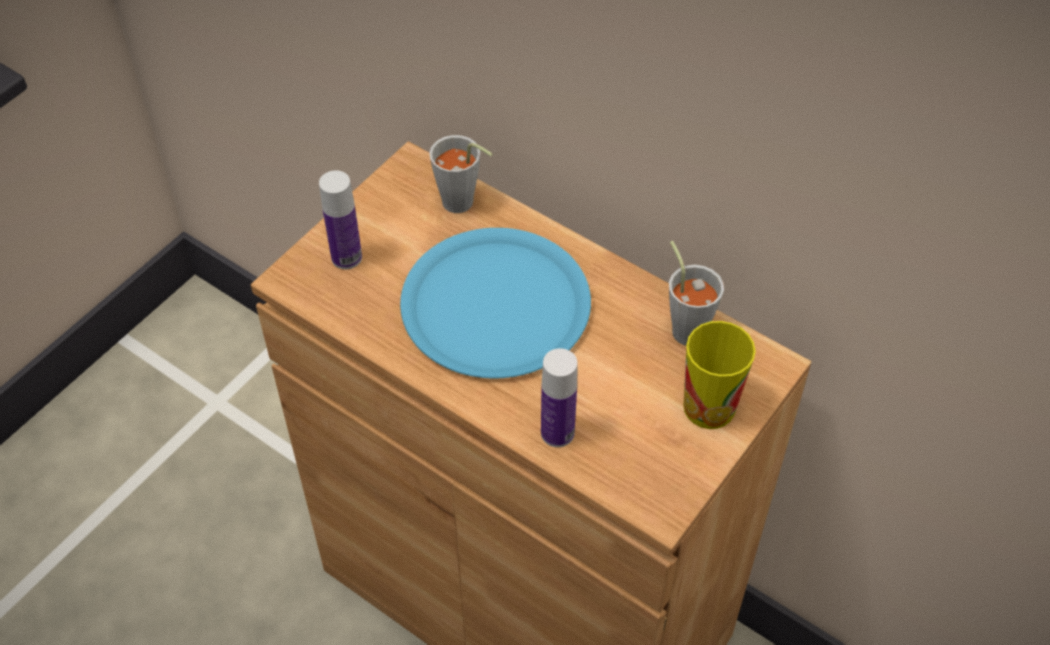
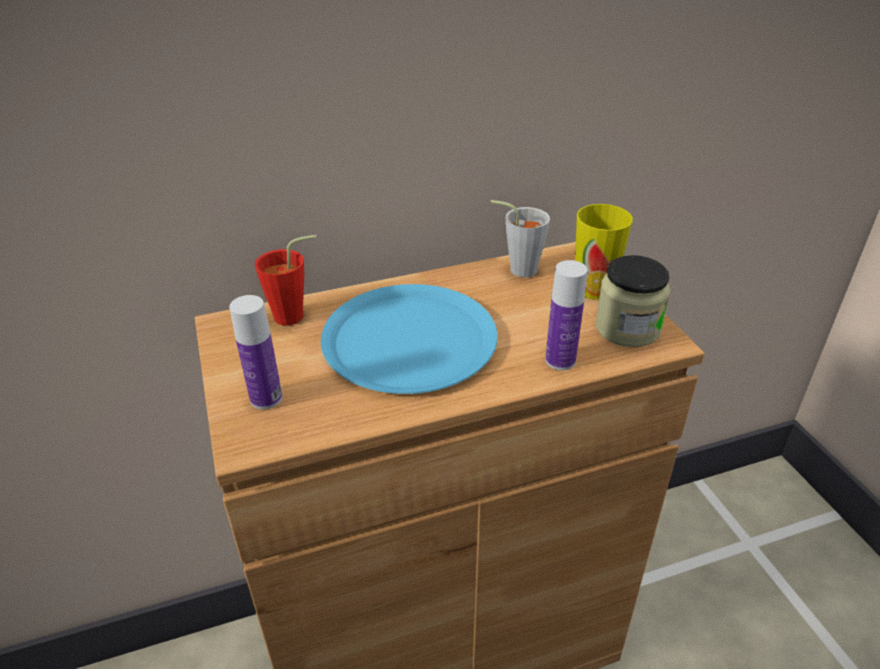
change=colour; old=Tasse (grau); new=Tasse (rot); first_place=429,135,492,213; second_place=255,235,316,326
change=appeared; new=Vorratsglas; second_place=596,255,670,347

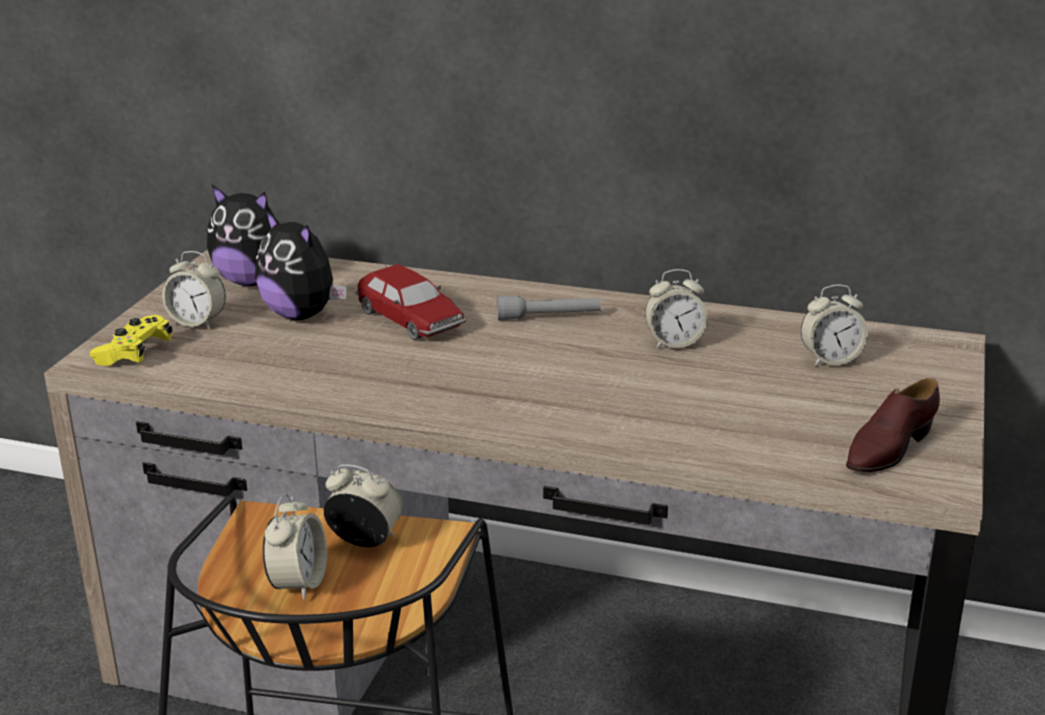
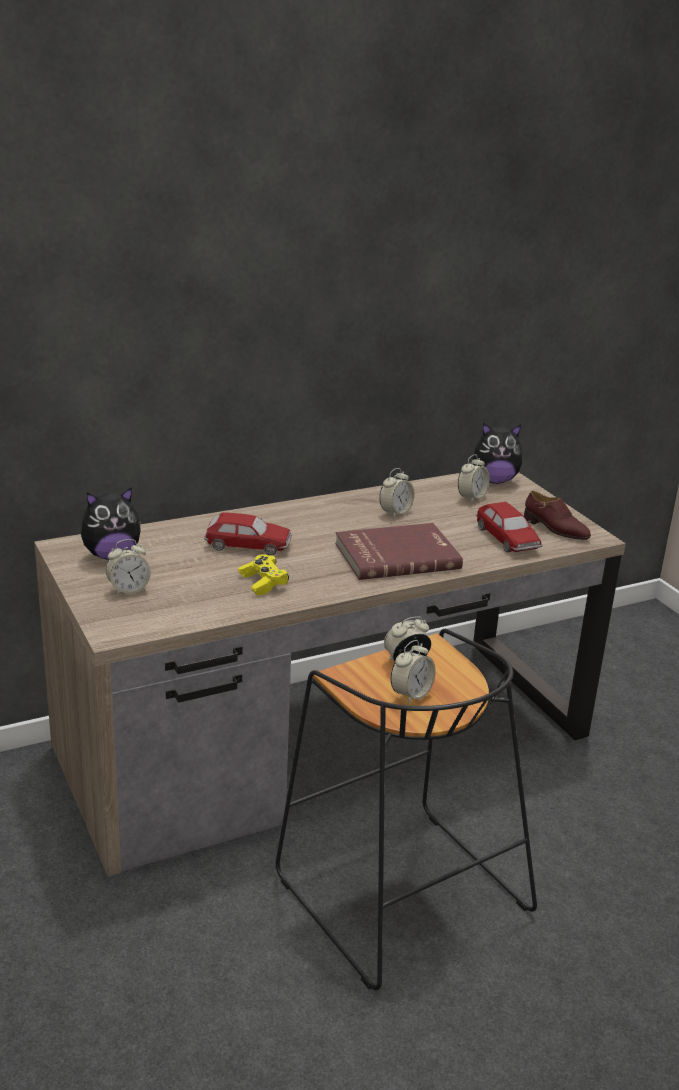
change=relocated; old=Plüschtier; first_place=255,210,347,320; second_place=473,423,524,484
change=missing; old=Taschenlampe (grau); first_place=497,296,601,320
change=relocated; old=Gamepad (gelb); first_place=90,315,172,366; second_place=238,554,289,596
change=spun; old=Schuh (braun); first_place=846,378,940,472; second_place=524,491,591,540; degrees=-45
change=spun; old=Wecker; first_place=263,494,327,600; second_place=391,640,435,704; degrees=75
change=appeared; new=Spielzeugauto; second_place=476,502,543,552
change=appeared; new=Buch (rot); second_place=335,523,463,580

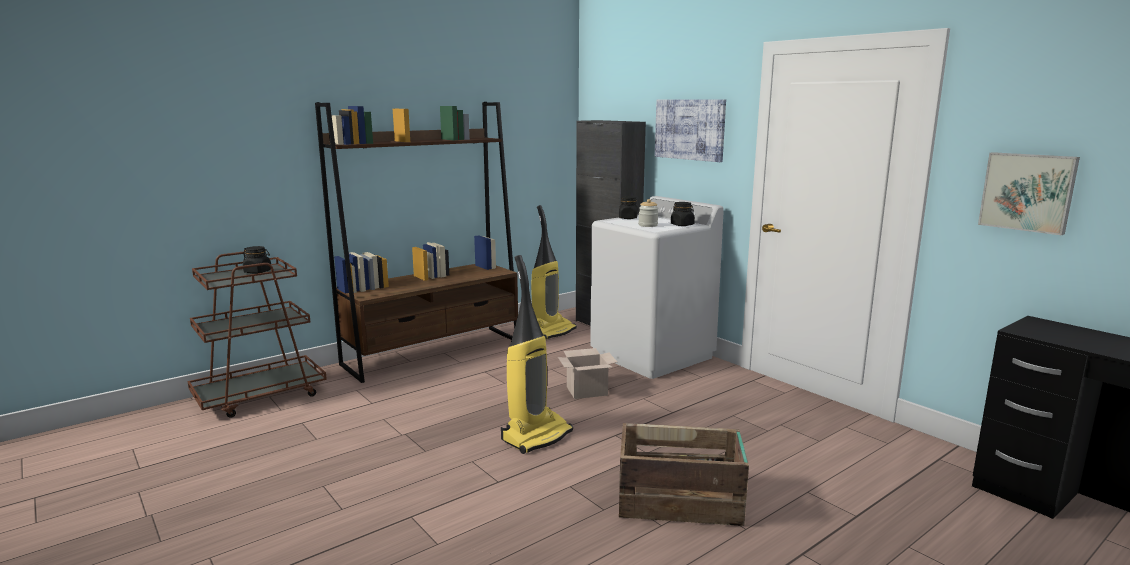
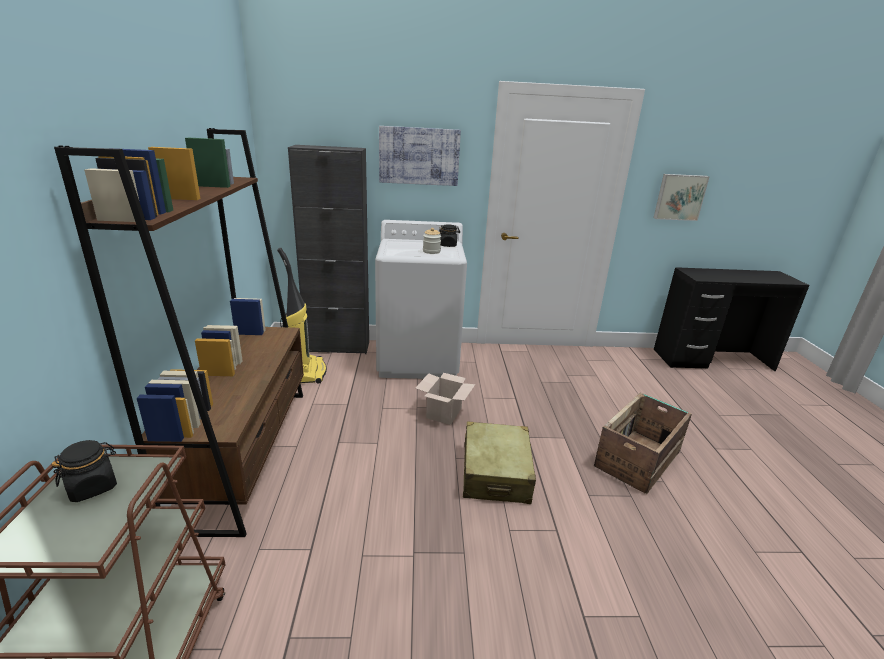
change=missing; old=Vorratsglas (schwarz); first_place=619,196,638,219
change=exchanged; old=Staubsauger; new=Koffer (beige); first_place=501,255,573,454; second_place=463,422,536,504

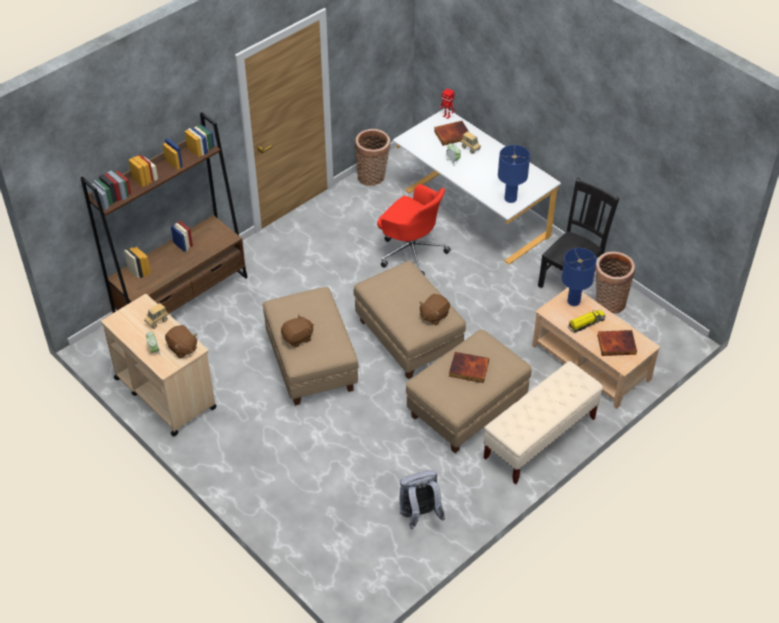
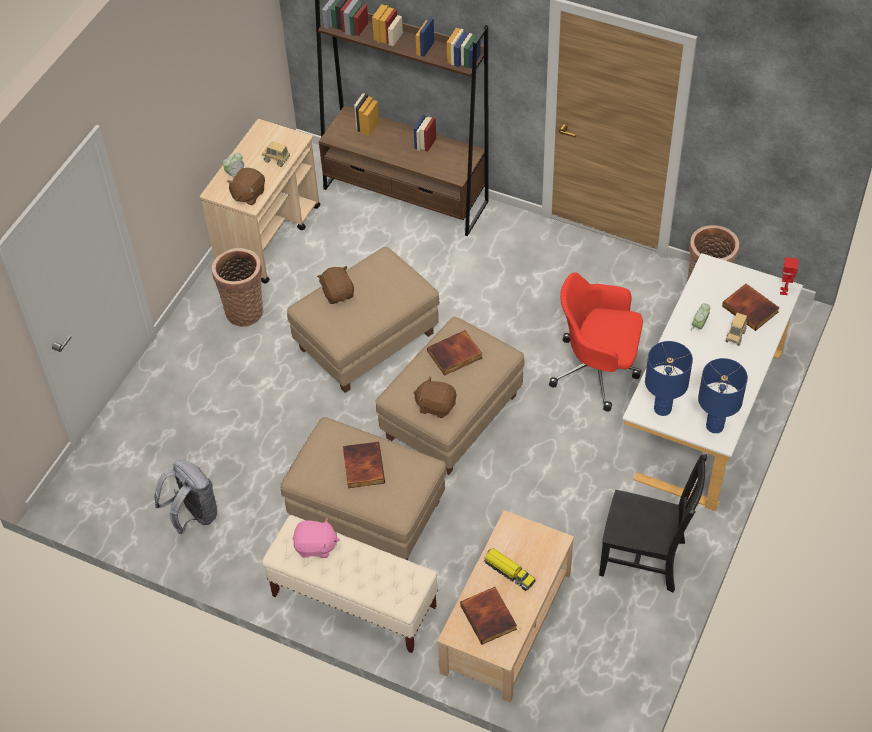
change=spun; old=Bürostuhl (rot); first_place=377,184,451,275; second_place=549,272,643,412; degrees=90
change=relocated; old=Tischlampe (blau); first_place=561,248,597,306; second_place=698,358,748,433
change=relocated; old=Korb; first_place=595,252,635,314; second_place=212,248,263,327
change=spun; old=Plüschtier (braun); first_place=281,314,314,347; second_place=317,266,354,304; degrees=-150
change=appeared; new=Buch; second_place=427,330,482,376
change=appeared; new=Plüschtier (rosa); second_place=293,518,340,558

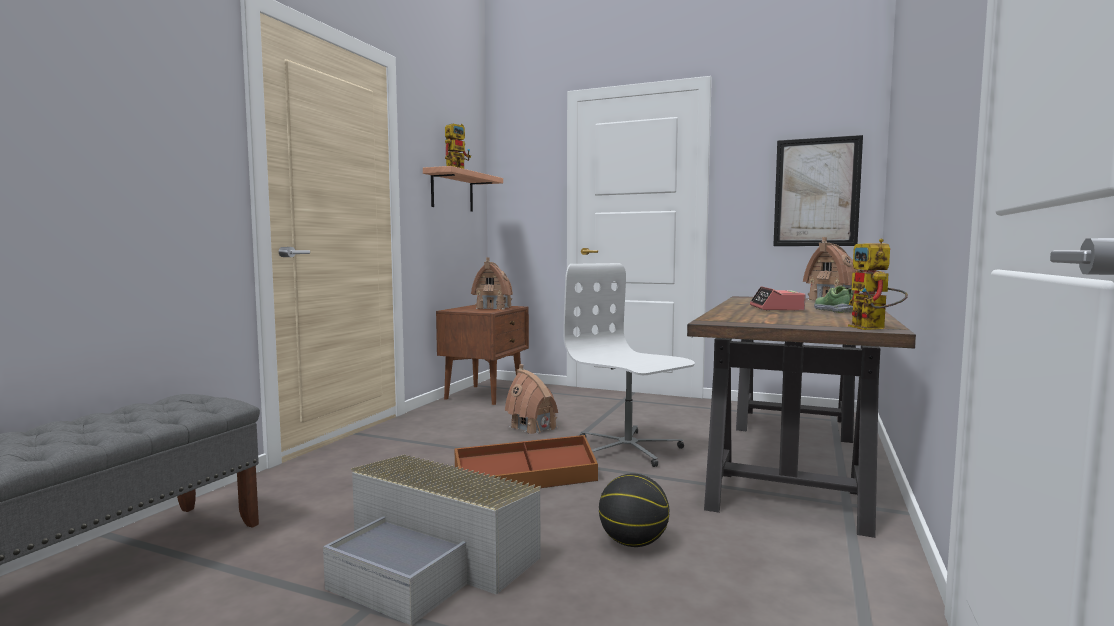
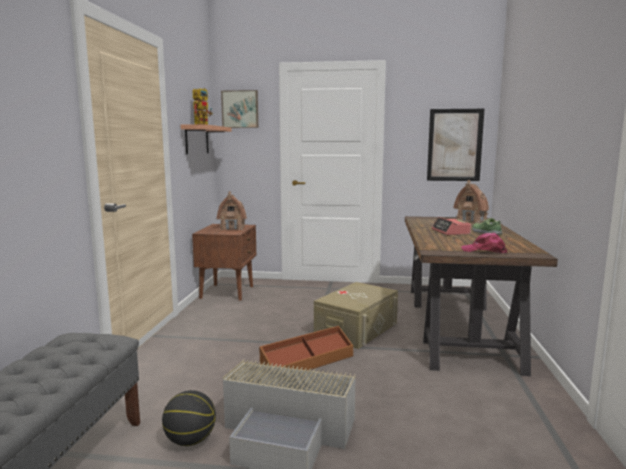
change=missing; old=Spielzeugroboter; first_place=848,238,908,330
change=exchanged; old=Bürostuhl (weiß); new=Aufbewahrungsbox (beige); first_place=563,263,695,467; second_place=314,282,398,349
change=missing; old=Spielzeughaus; first_place=505,364,558,435
change=relocated; old=Basketball; first_place=599,474,669,547; second_place=162,390,216,446
change=appeared; new=Bild; second_place=221,90,258,128
change=appeared; new=Kappe (rosa); second_place=461,233,507,253

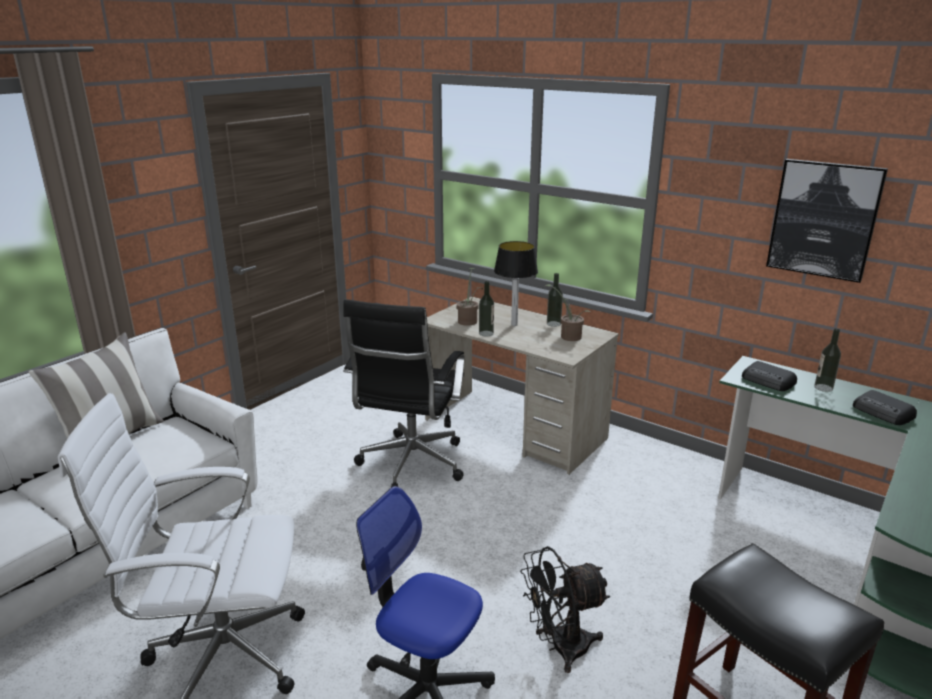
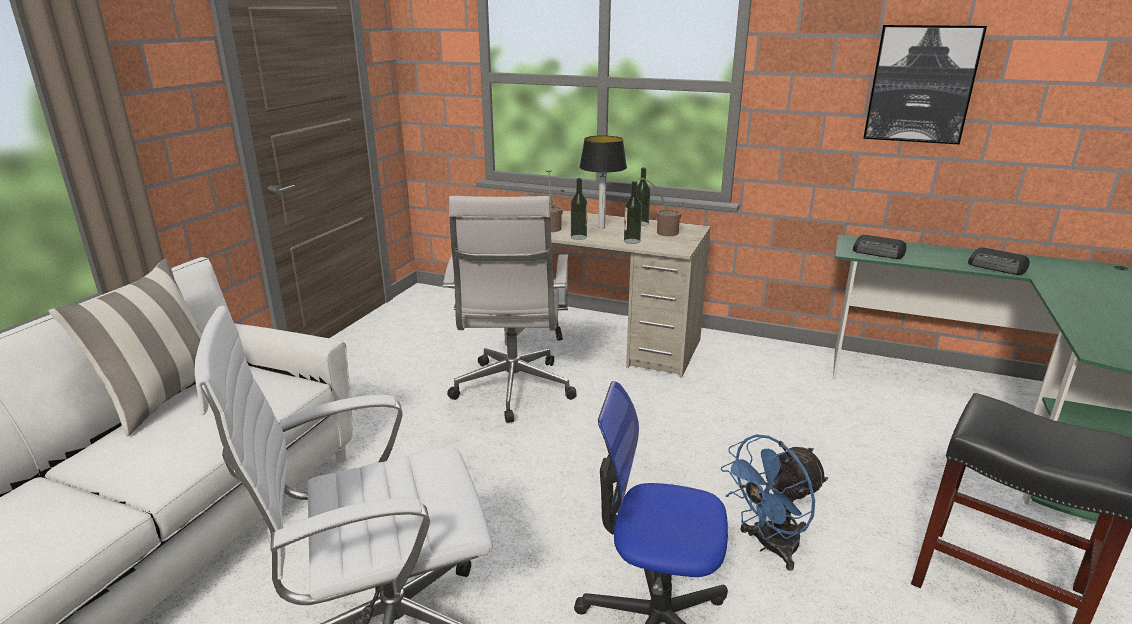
change=colour; old=Bürostuhl (schwarz); new=Bürostuhl (weiß); first_place=343,299,465,487; second_place=443,196,576,423
change=relocated; old=Flasche; first_place=814,329,841,392; second_place=624,181,642,244
change=colour; old=Ventilator (schwarz); new=Ventilator (blau); first_place=520,546,610,673; second_place=721,434,828,571

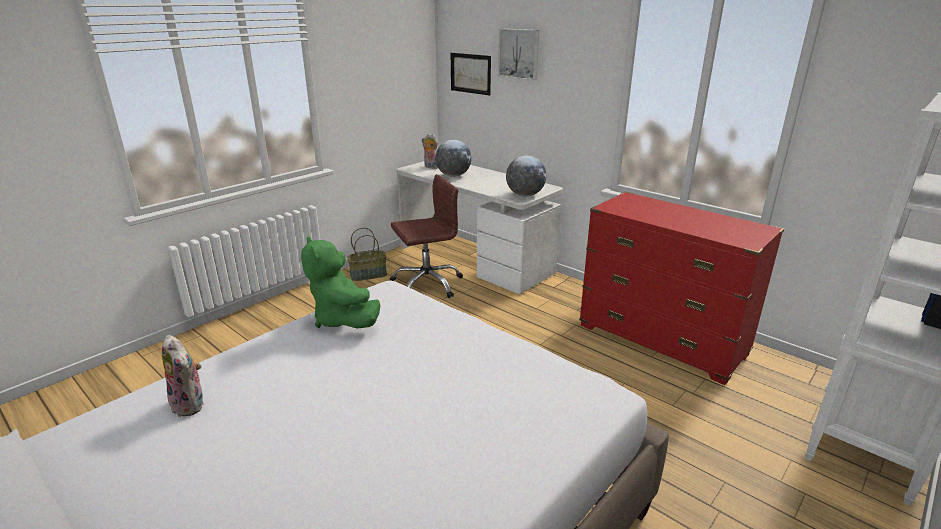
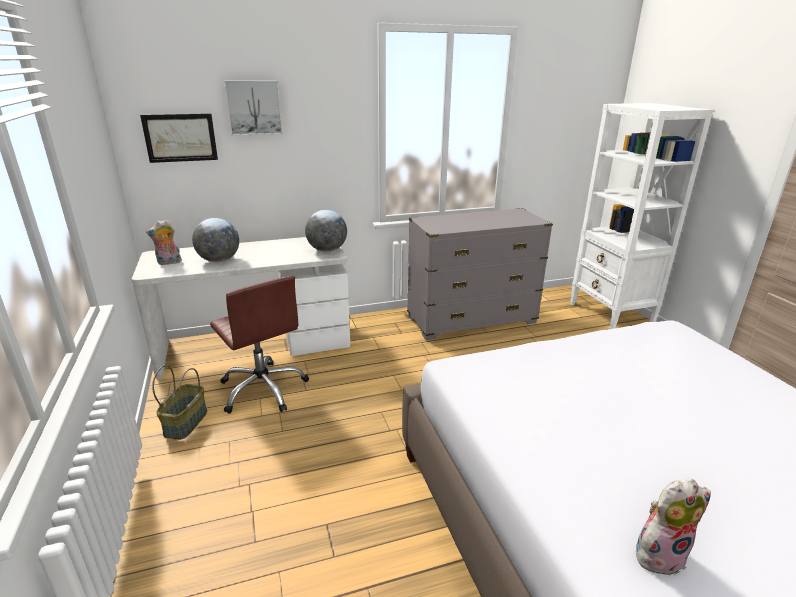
change=spun; old=Bürostuhl (braun); first_place=390,174,463,298; second_place=210,276,309,414; degrees=135
change=colour; old=Kommode (rot); new=Kommode (grau); first_place=579,192,784,385; second_place=407,208,553,340
change=missing; old=Plüschtier (grün); first_place=301,236,380,328

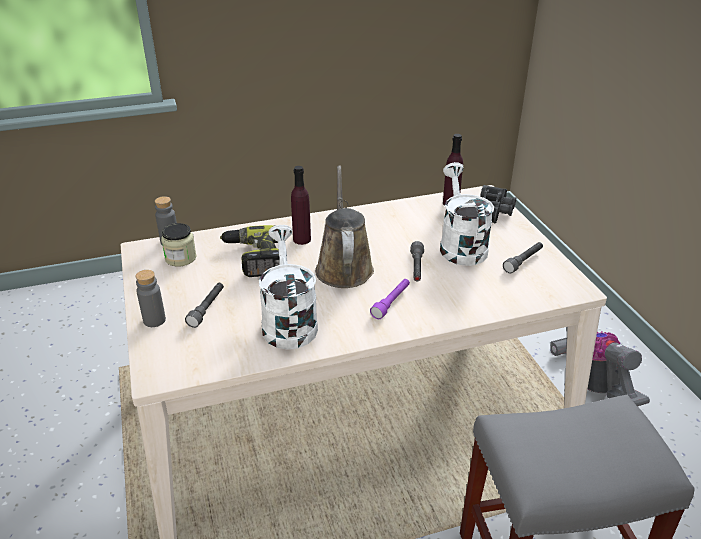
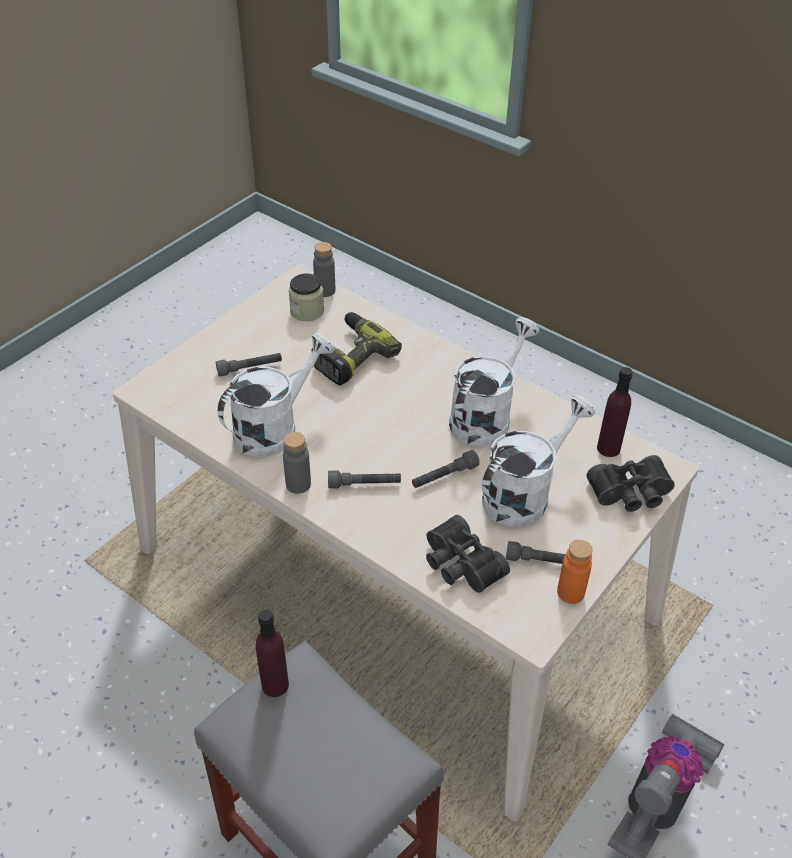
change=relocated; old=Flasche (lila); first_place=291,166,311,245; second_place=256,610,289,697
change=missing; old=Gießkanne (braun); first_place=315,166,374,288
change=relocated; old=Flasche (grau); first_place=135,270,166,327; second_place=283,432,311,494
change=colour; old=Taschenlampe (lila); new=Taschenlampe (grau); first_place=370,279,410,319; second_place=328,470,401,488
change=appeared; new=Gießkanne (weiß); second_place=449,317,539,446
change=appeared; new=Fernglas (schwarz); second_place=426,515,510,593
change=appeared; new=Flasche (orange); second_place=557,540,593,604

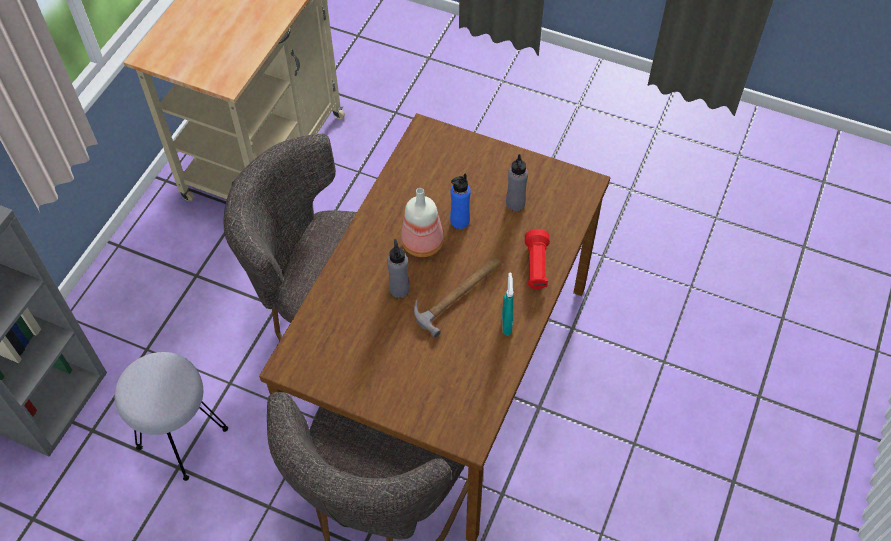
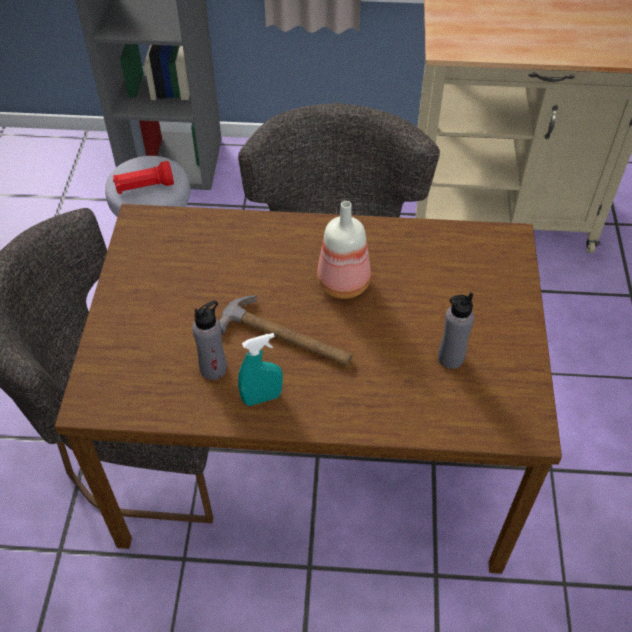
change=missing; old=Flasche (blau); first_place=450,173,471,229
change=relocated; old=Taschenlampe (rot); first_place=525,229,550,289; second_place=113,161,174,194
change=relocated; old=Flasche (grau); first_place=387,239,410,298; second_place=192,301,227,380

